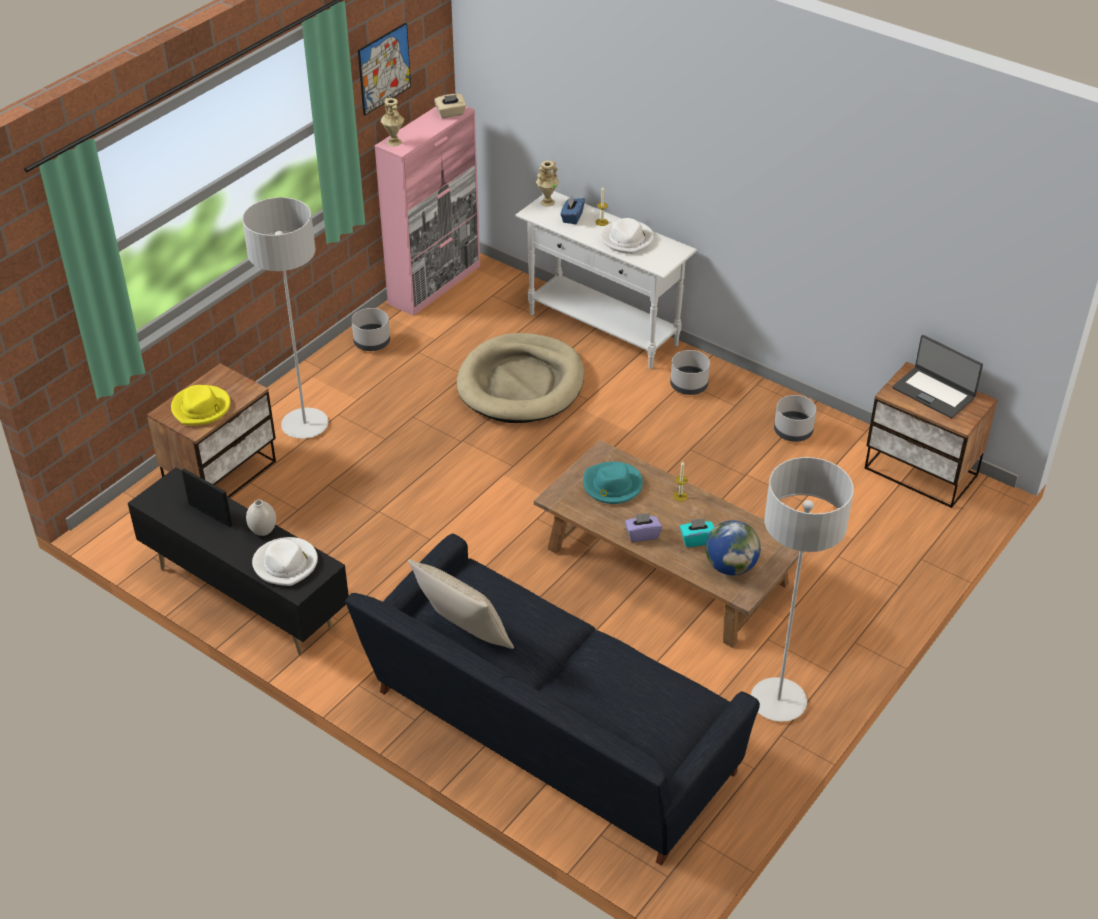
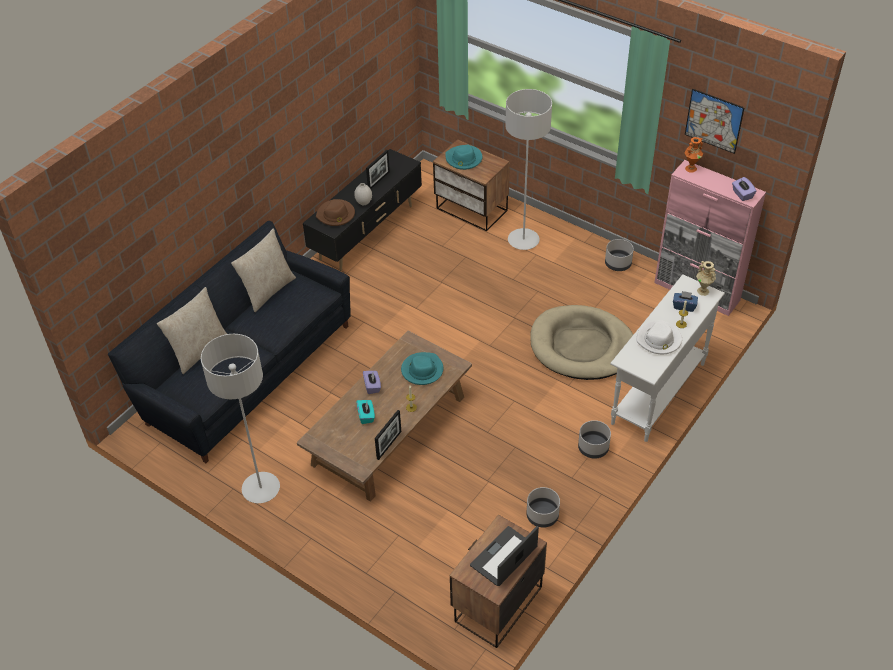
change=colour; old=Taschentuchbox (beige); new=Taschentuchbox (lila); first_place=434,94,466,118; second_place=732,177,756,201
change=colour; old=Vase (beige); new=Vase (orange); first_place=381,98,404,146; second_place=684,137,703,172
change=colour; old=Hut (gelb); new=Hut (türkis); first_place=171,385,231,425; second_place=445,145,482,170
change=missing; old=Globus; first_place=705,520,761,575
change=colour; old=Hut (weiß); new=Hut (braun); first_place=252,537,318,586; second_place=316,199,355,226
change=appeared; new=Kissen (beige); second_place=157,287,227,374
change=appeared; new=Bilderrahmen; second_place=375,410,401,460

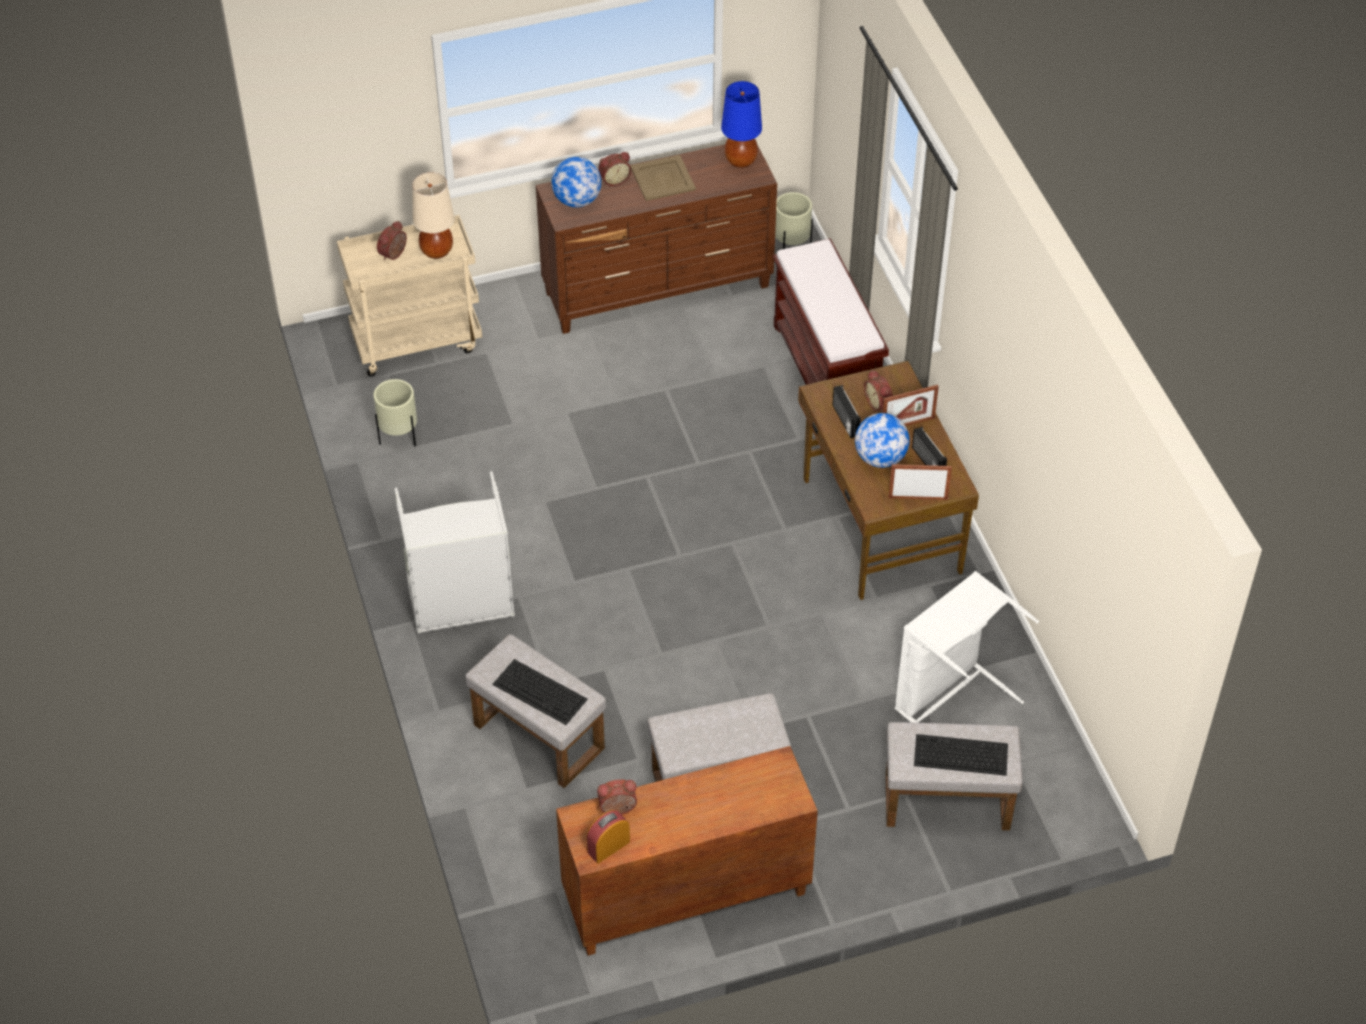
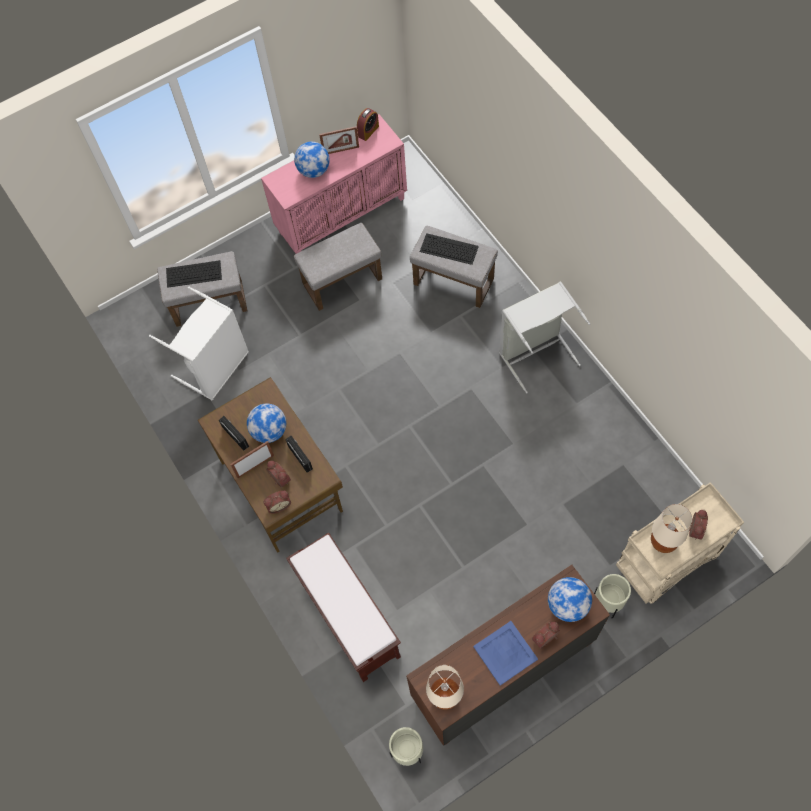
change=colour; old=Tischlampe (blau); new=Tischlampe (beige); first_place=721,81,762,168; second_place=426,665,464,710
change=colour; old=Tablett (beige); new=Tablett (blau); first_place=630,155,696,201; second_place=473,621,538,686
change=relocated; old=Pflanzkübel (beige); first_place=374,379,417,446; second_place=594,574,631,619
change=relocated; old=Bilderrahmen; first_place=888,464,952,500; second_place=319,126,359,154
change=colour; old=Schrank (braun); new=Schrank (rosa); first_place=556,746,818,956; second_place=261,114,407,254
change=relocated; old=Wecker; first_place=597,779,637,815; second_place=264,490,291,514
change=appeared; new=Globus; second_place=294,142,330,178

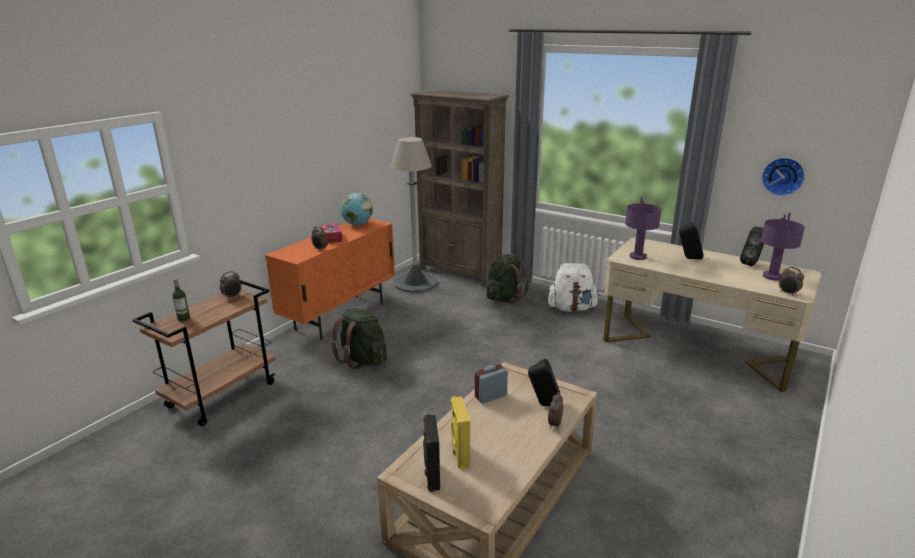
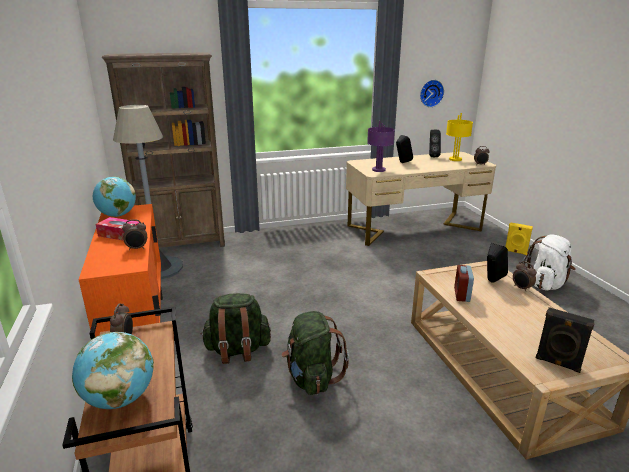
change=colour; old=Tischlampe (lila); new=Tischlampe (gelb); first_place=761,213,805,281; second_place=446,113,473,161
change=relocated; old=Rucksack (grün); first_place=486,254,529,304; second_place=281,311,349,395
change=relocated; old=Rucksack (weiß); first_place=547,263,599,312; second_place=523,234,576,291
change=exchanged; old=Flasche; new=Globus; first_place=172,278,190,322; second_place=72,332,154,409
change=relocated; old=Lautsprecher (gelb); first_place=451,396,470,470; second_place=505,222,533,255

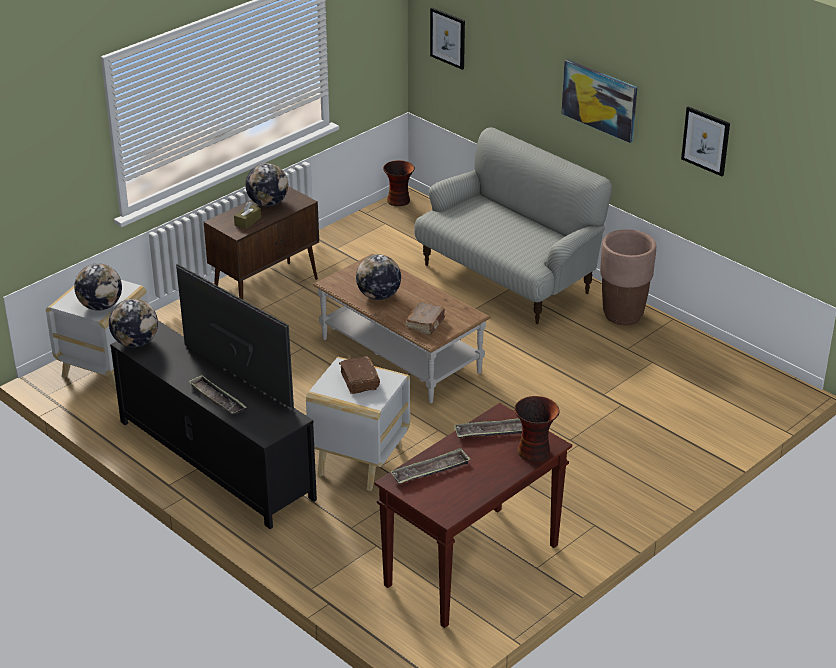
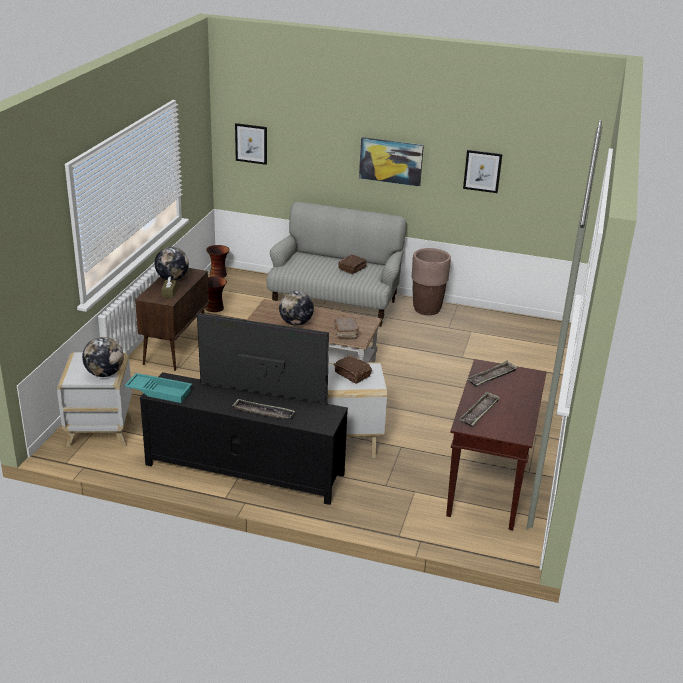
change=exchanged; old=Globus; new=Tablett (türkis); first_place=109,299,158,347; second_place=124,373,192,403
change=relocated; old=Vase; first_place=514,396,560,462; second_place=206,276,227,312
change=appeared; new=Buch (braun); second_place=338,255,367,274

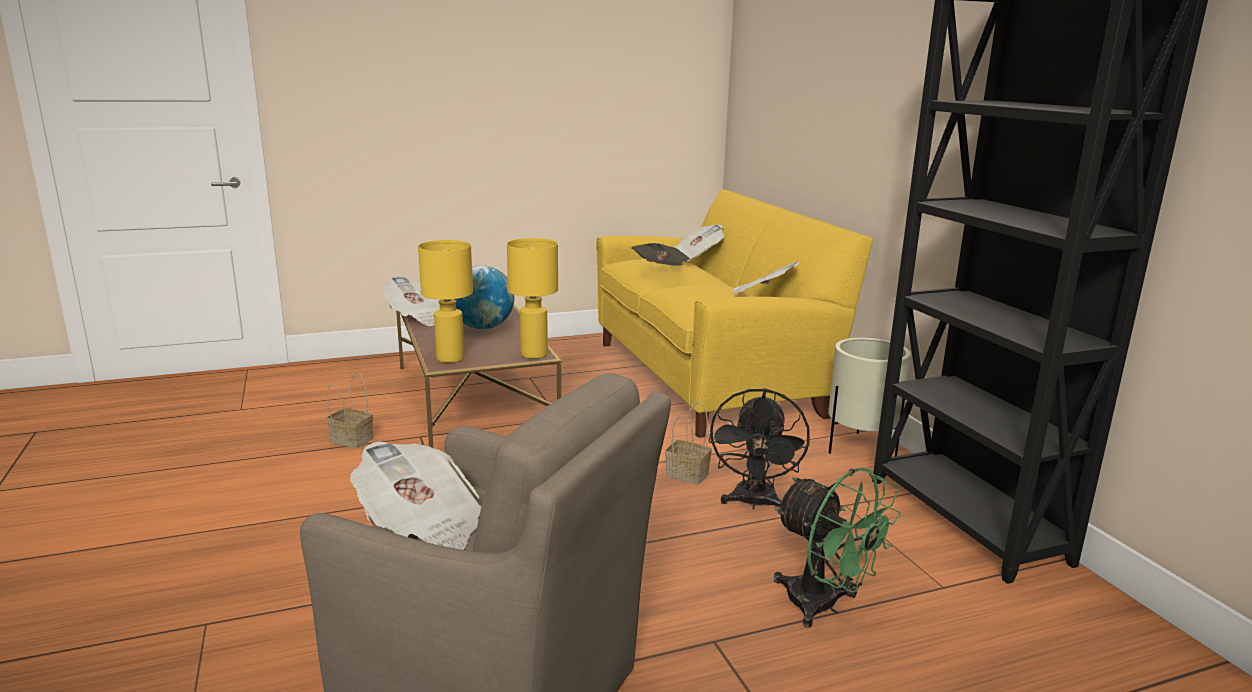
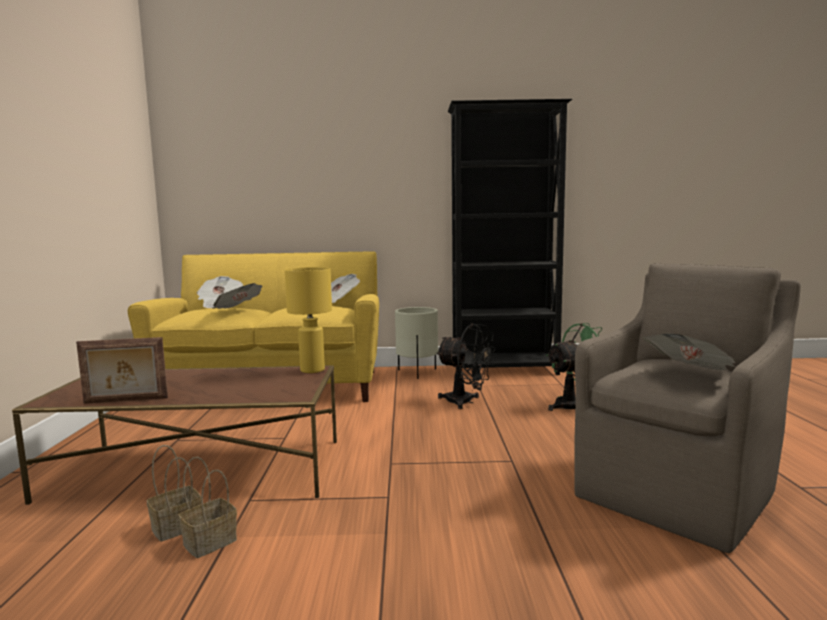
change=missing; old=Tischlampe (gelb); first_place=418,240,473,363
change=missing; old=Globus; first_place=455,265,514,329
change=exchanged; old=Zeitung; new=Bilderrahmen; first_place=382,276,440,326; second_place=76,337,168,404
change=relocated; old=Korb; first_place=665,402,712,485; second_place=147,445,201,541

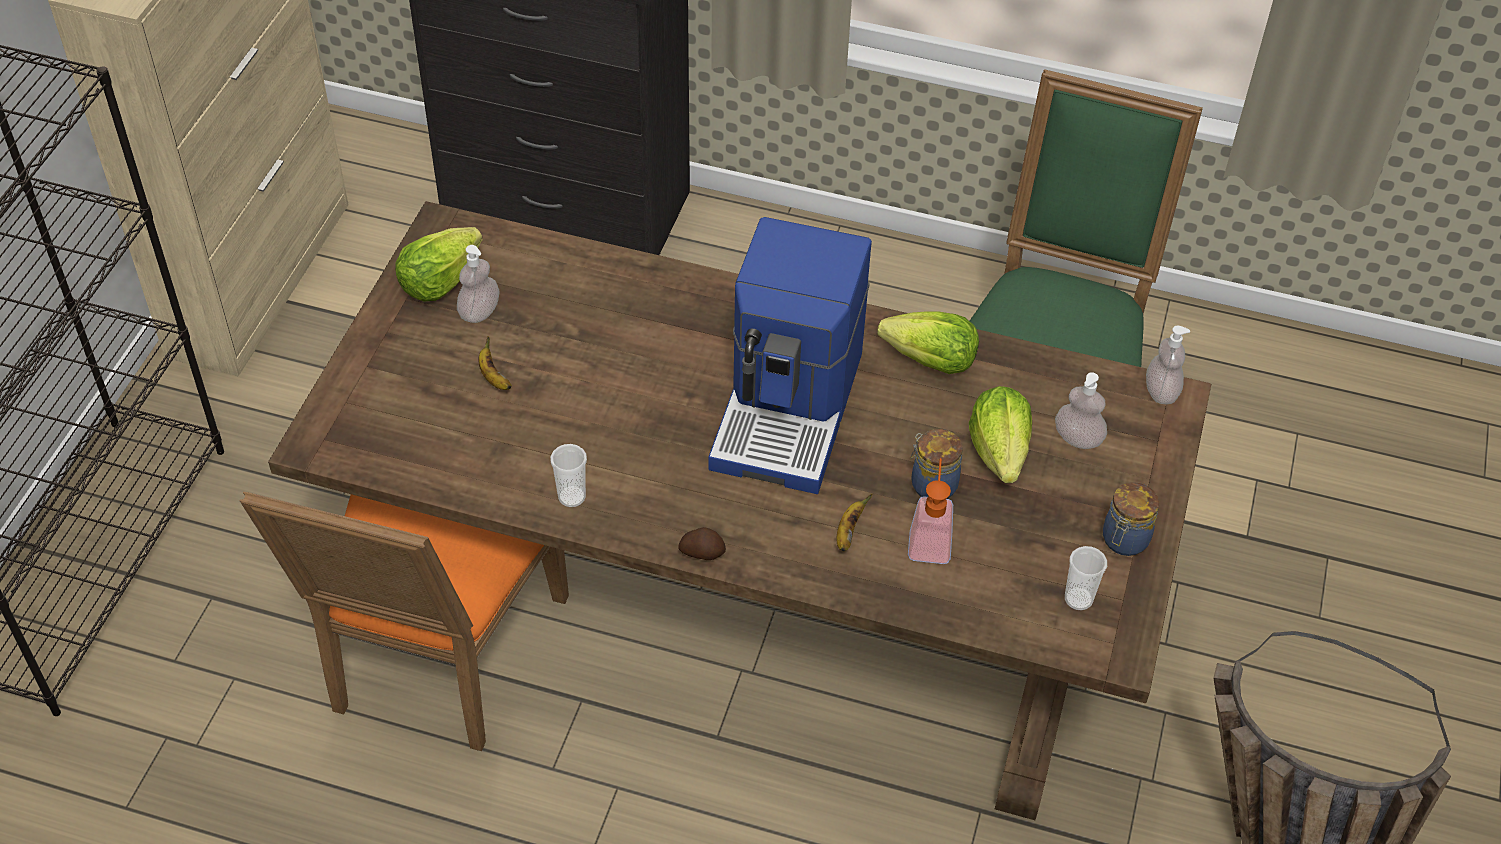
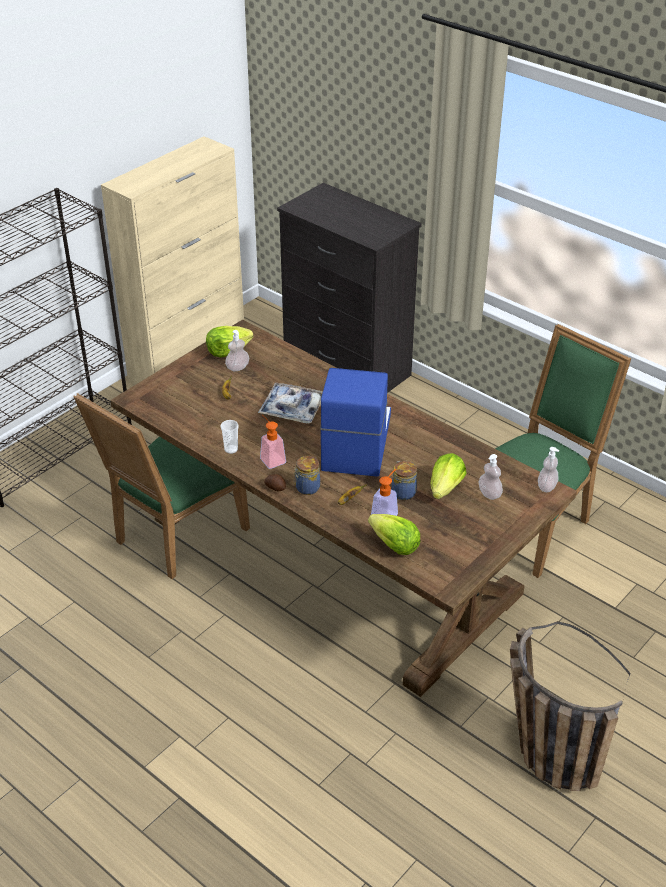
change=spun; old=Kaffeemaschine; first_place=708,217,872,494; second_place=320,368,391,477; degrees=150
change=relocated; old=Salatkopf; first_place=877,311,979,374; second_place=368,514,420,555
change=relocated; old=Vorratsglas; first_place=1103,482,1159,556; second_place=294,456,320,495
change=colour; old=Stuhl (orange); new=Stuhl (grün); first_place=239,492,569,751; second_place=74,393,250,579
change=missing; old=Tasse; first_place=1065,546,1107,610
change=appeared; new=Tablett; second_place=258,383,323,423
change=appeared; new=Seifenspender; second_place=260,415,286,469

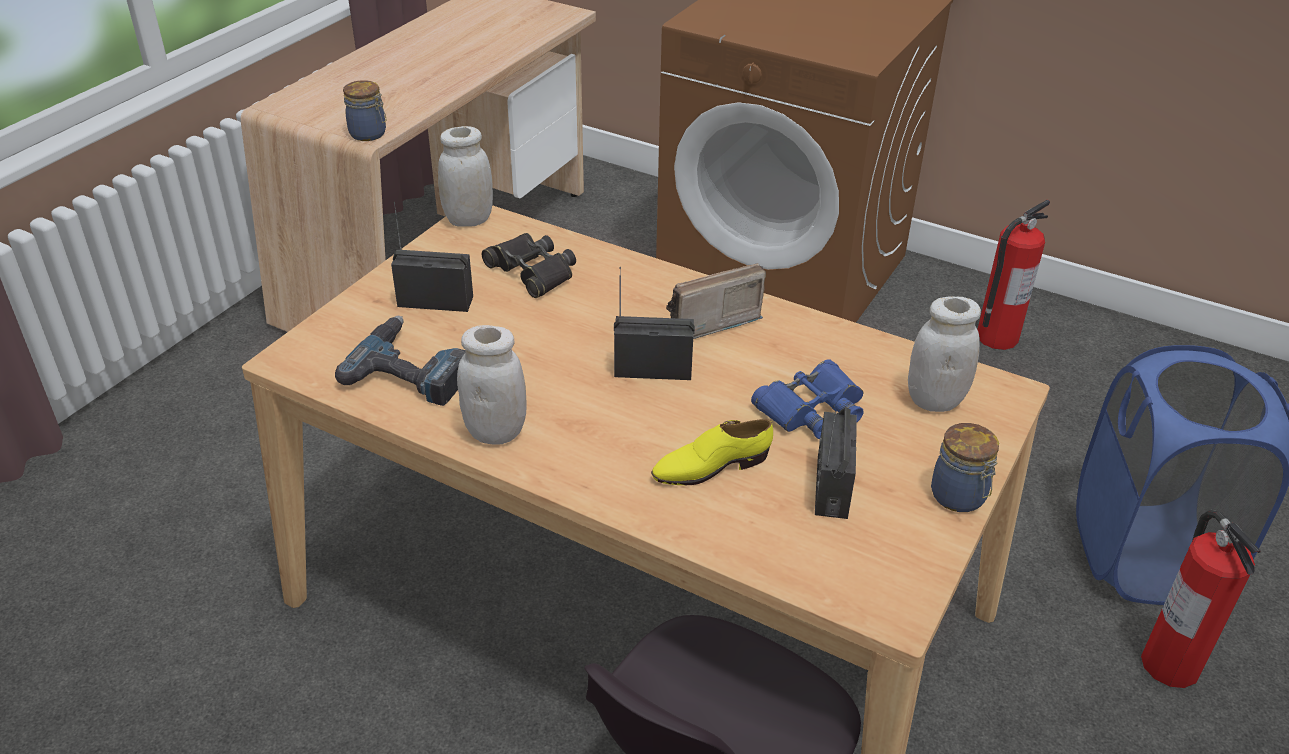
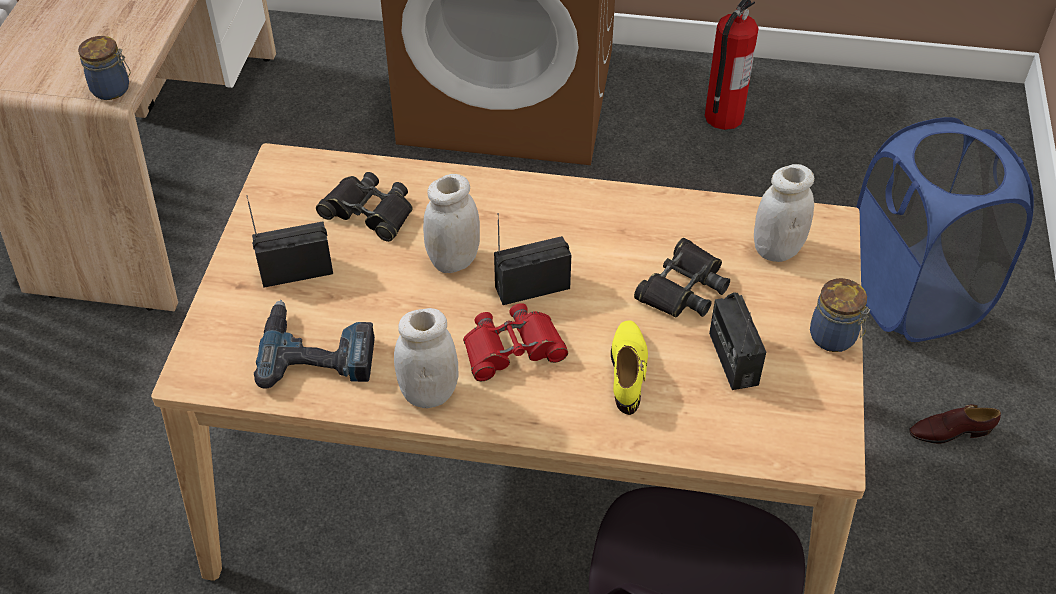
change=relocated; old=Vorratsglas (weiß); first_place=438,126,493,227; second_place=423,174,480,273
change=missing; old=Radio; first_place=666,263,766,339
change=colour; old=Fernglas (blau); new=Fernglas (schwarz); first_place=751,359,864,439; second_place=634,238,730,317
change=spun; old=Schuh (gelb); first_place=651,419,773,485; second_place=611,321,648,415; degrees=135
change=missing; old=Feuerlöscher; first_place=1141,510,1261,688
change=appeared; new=Fernglas (rot); second_place=463,303,568,381
change=appeared; new=Schuh (braun); second_place=909,404,1001,444

